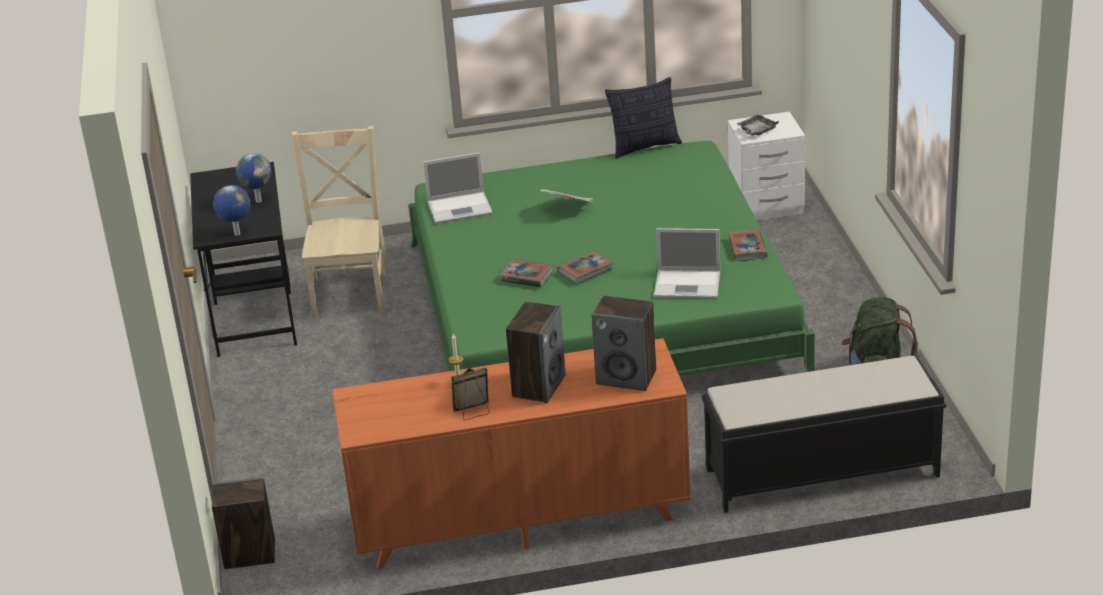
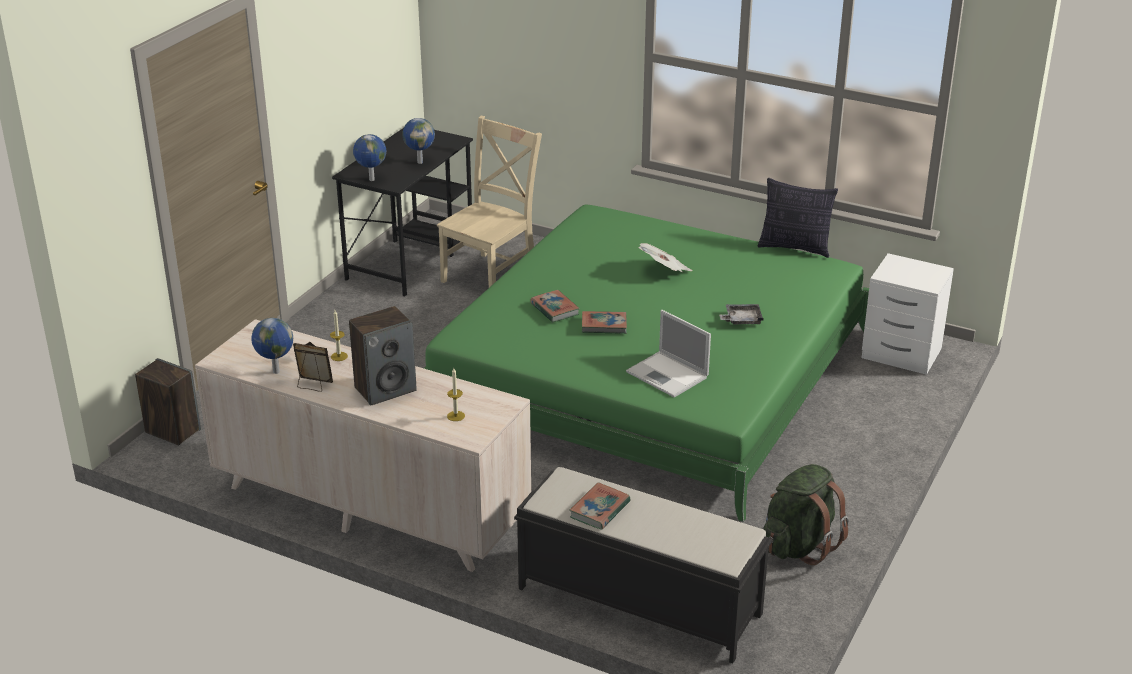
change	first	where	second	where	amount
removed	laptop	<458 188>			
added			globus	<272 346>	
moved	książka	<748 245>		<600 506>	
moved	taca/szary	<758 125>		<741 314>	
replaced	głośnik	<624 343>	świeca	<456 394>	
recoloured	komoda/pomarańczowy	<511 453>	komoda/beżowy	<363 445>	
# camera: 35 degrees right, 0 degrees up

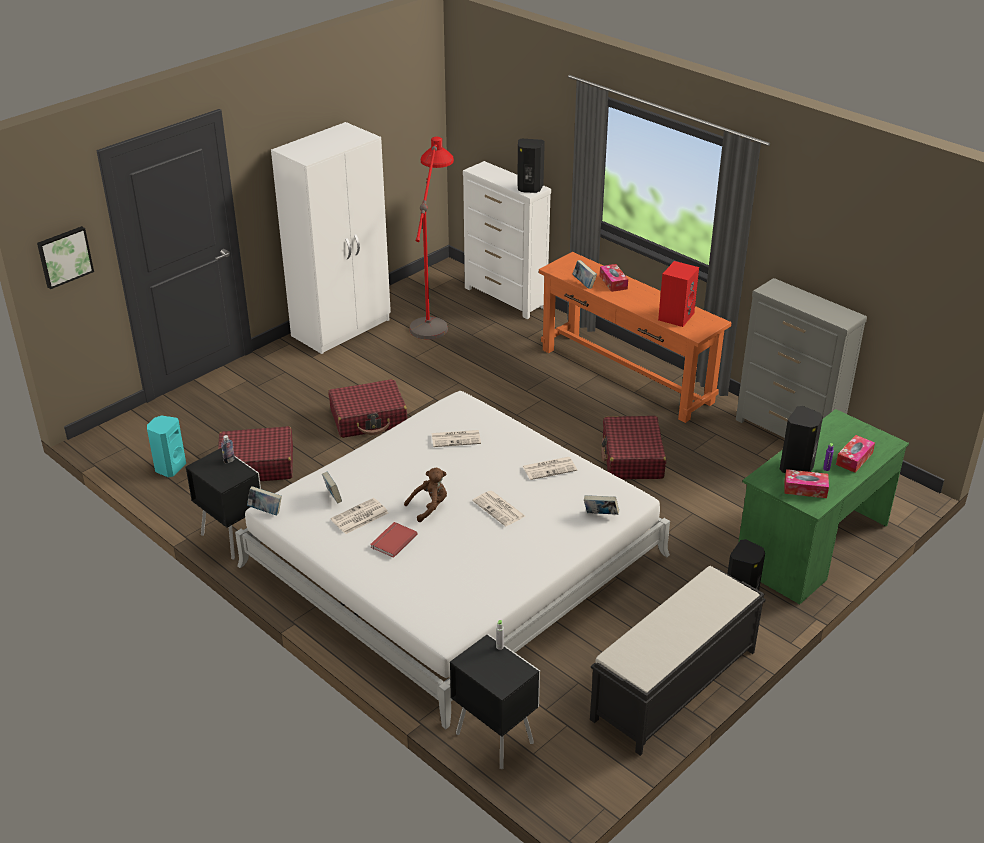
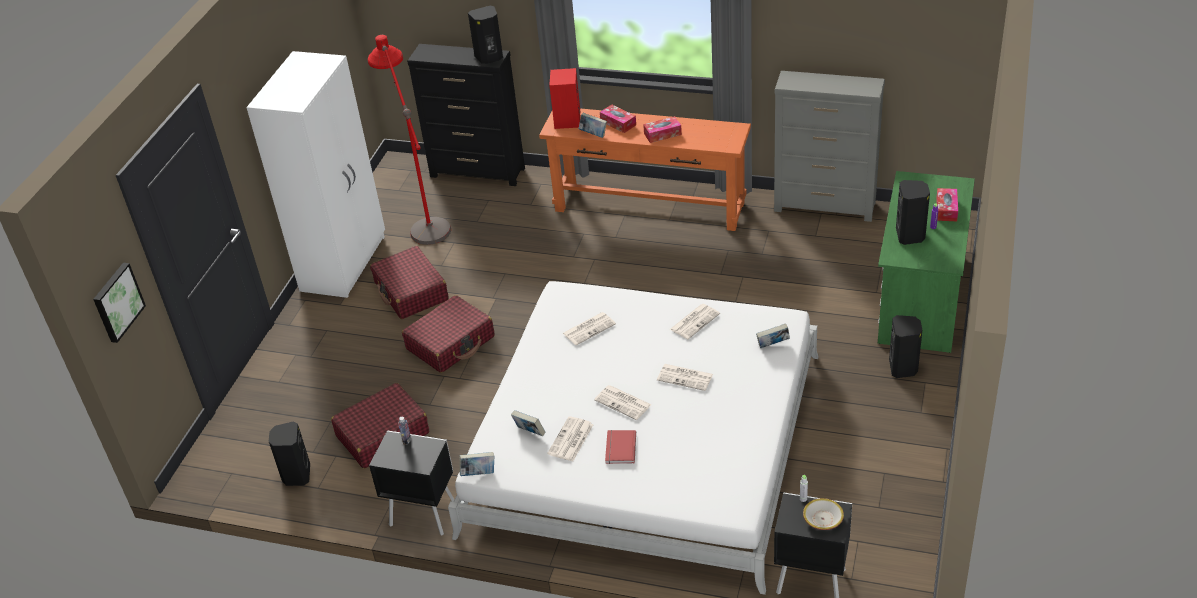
change	first	where	second	where	amount
removed	ławka/czarny	<678 661>			
added			miska	<823 514>	
moved	walizka/czerwony	<634 447>		<409 282>	
moved	głośnik/czerwony	<678 294>		<564 98>	
moved	pudełko chusteczek	<806 483>		<662 129>	
replaced	pluszak/brązowy	<425 495>	gazeta	<623 402>	
recoloured	głośnik/turkusowy	<166 446>	głośnik/czarny	<289 453>	
recoloured	komoda/biały	<507 240>	komoda/czarny	<466 115>	
# camera: 25 degrees left, 5 degrees up

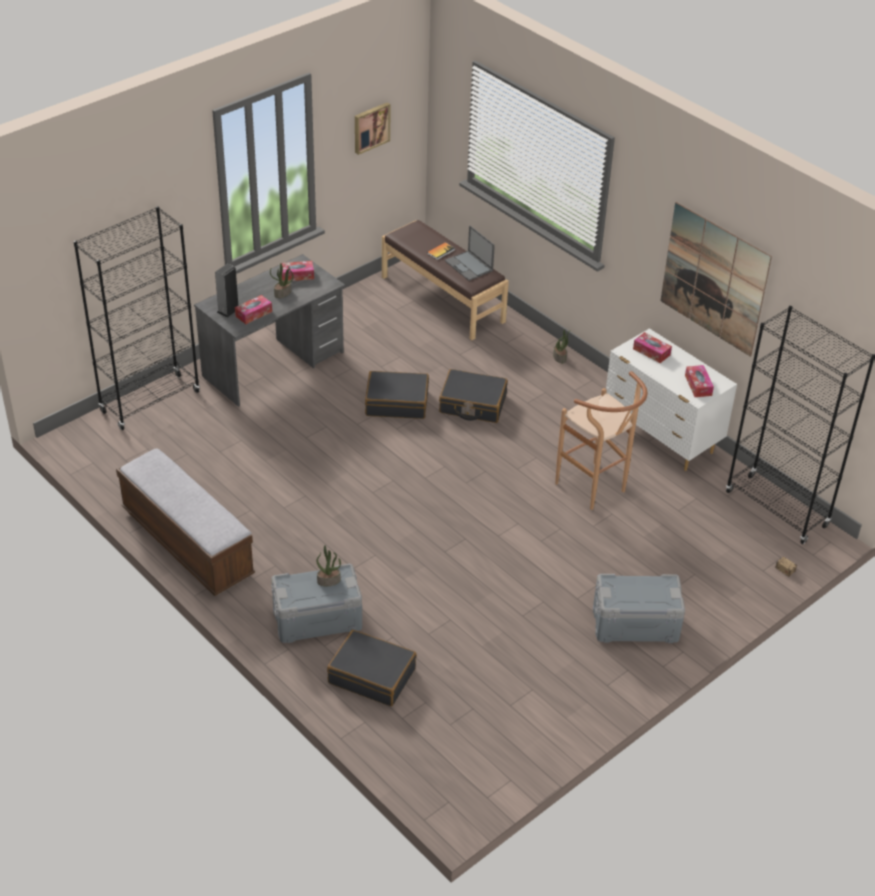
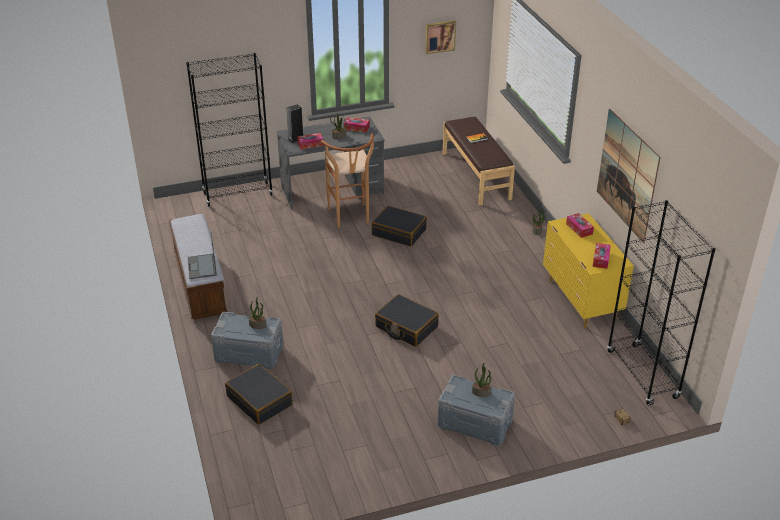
change	first	where	second	where	amount
added			roślina doniczkowa	<481 380>	
moved	walizka/czarny	<473 396>		<407 320>	
moved	laptop	<470 253>		<202 255>	
moved	stołek/brązowy	<601 440>		<347 180>	
recoloured	komoda/biały	<671 399>	komoda/żółty	<588 271>	
# camera: 25 degrees right, 5 degrees down

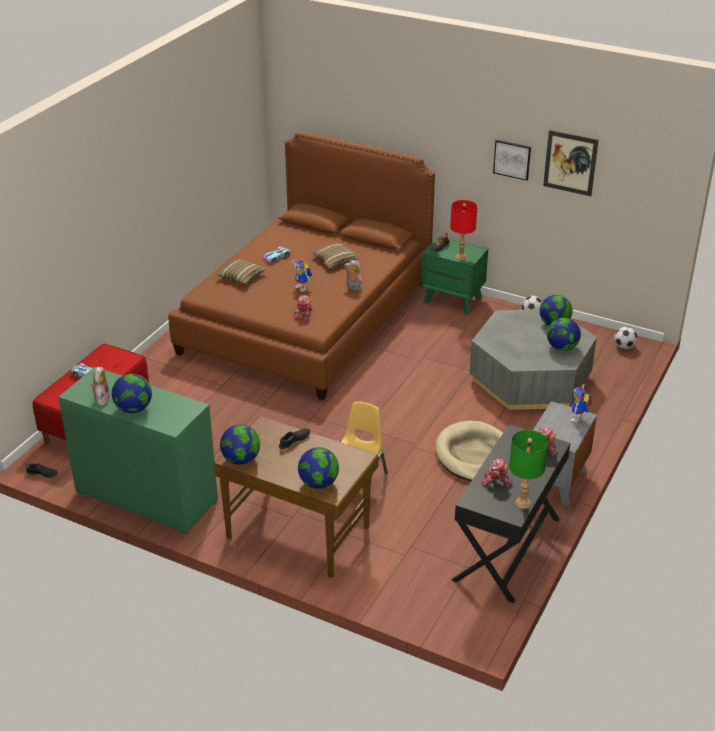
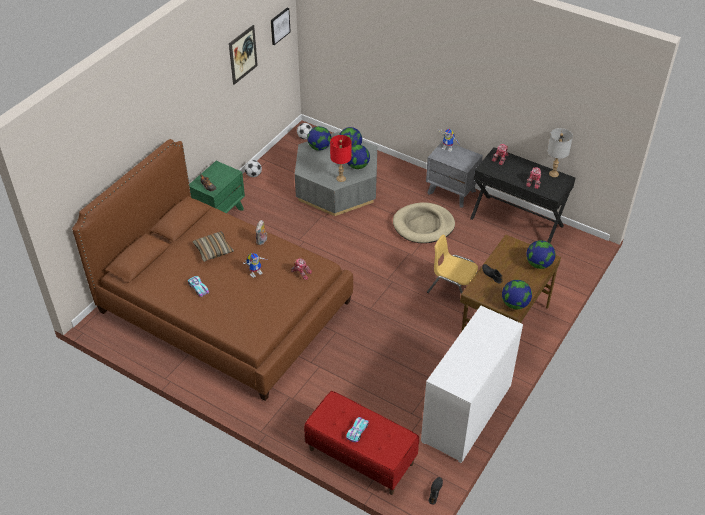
change	first	where	second	where	amount
removed	pluszak	<101 385>			
removed	poduszka	<241 271>			
moved	globus	<132 393>		<358 157>	
moved	lampa stołowa/czerwony	<463 230>		<340 158>	
moved	obraz	<512 160>		<281 26>	
recoloured	komoda/zielony	<138 451>	komoda/biały	<472 384>	
recoloured	lampa stołowa/zielony	<528 469>	lampa stołowa/szary	<560 152>	
# camera: 85 degrees left, 10 degrees up

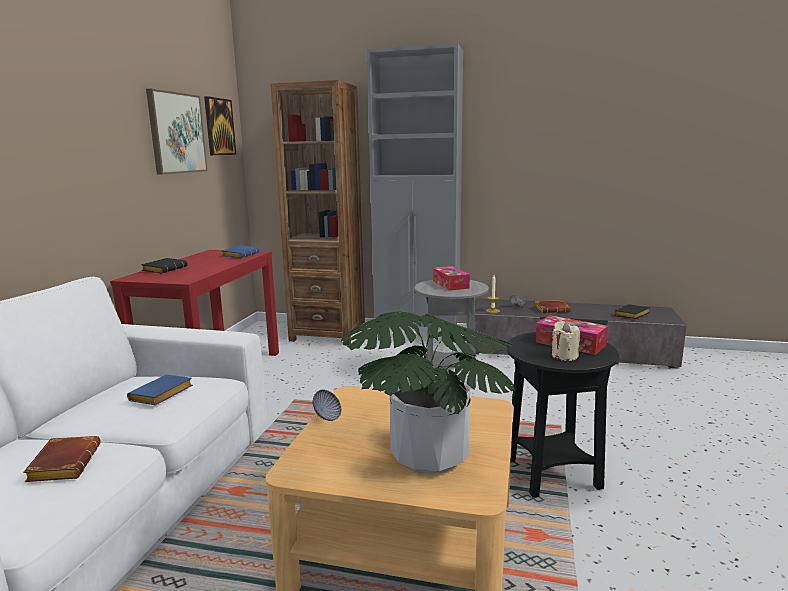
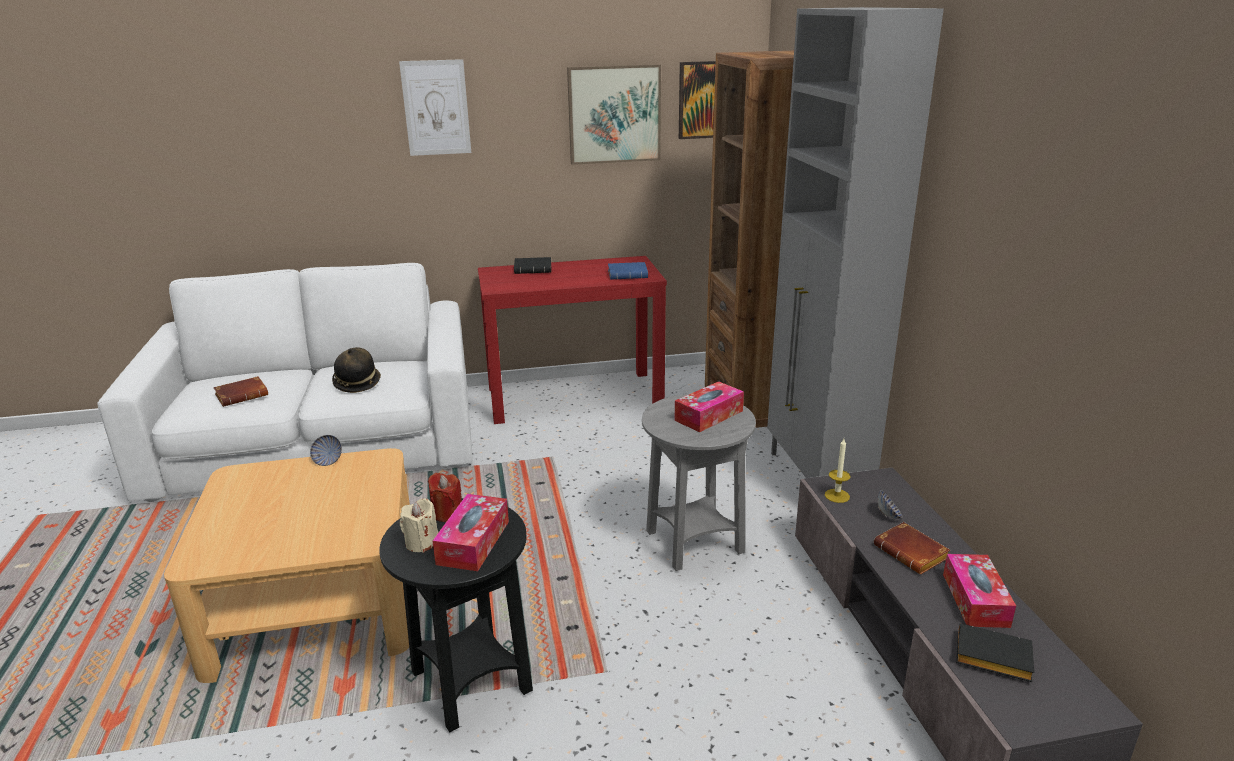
change	first	where	second	where	amount
removed	roślina doniczkowa	<428 392>			
added			obraz	<435 107>	
added			świeca/czerwony	<445 497>	
added			pudełko chusteczek	<979 591>	
replaced	książka/niebieski	<160 390>	kapelusz	<356 370>	
# camera: 65 degrees right, 10 degrees up

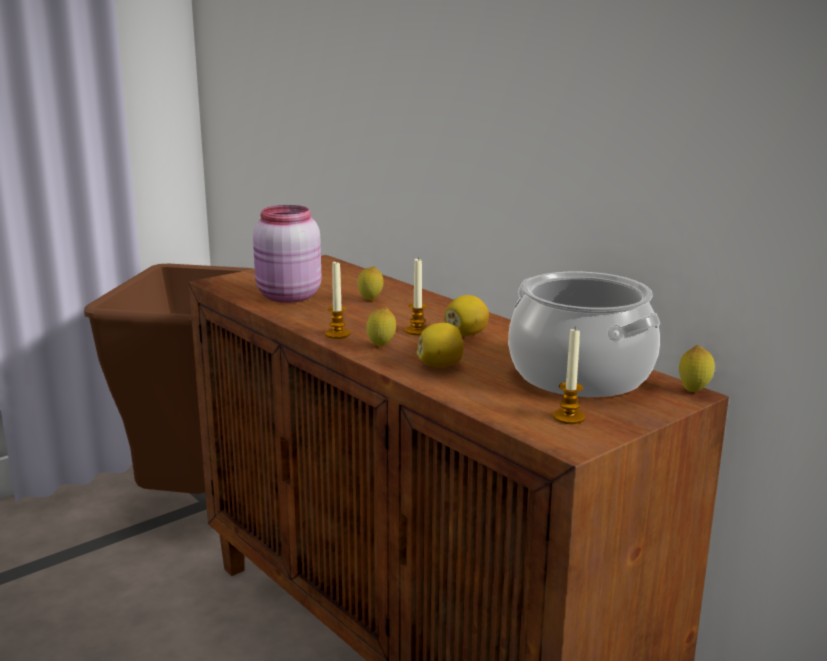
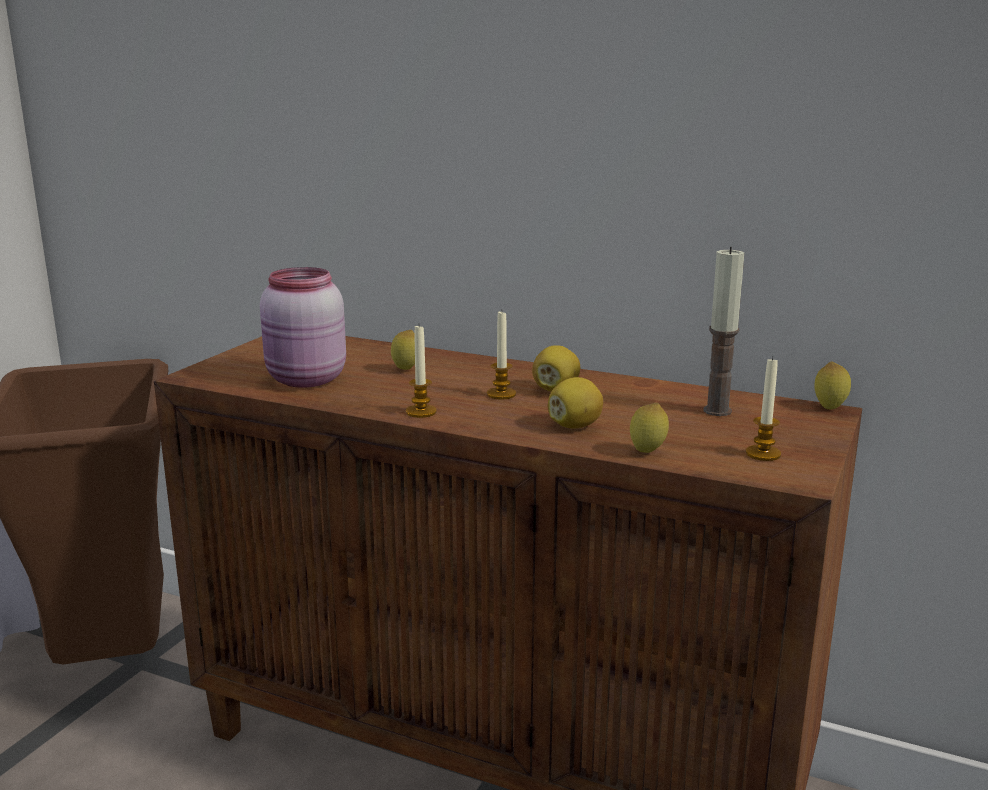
change	first	where	second	where	amount
moved	cytryna	<381 327>		<649 428>	
replaced	garnek	<584 334>	świeca	<724 331>	
# camera: 25 degrees left, 0 degrees up

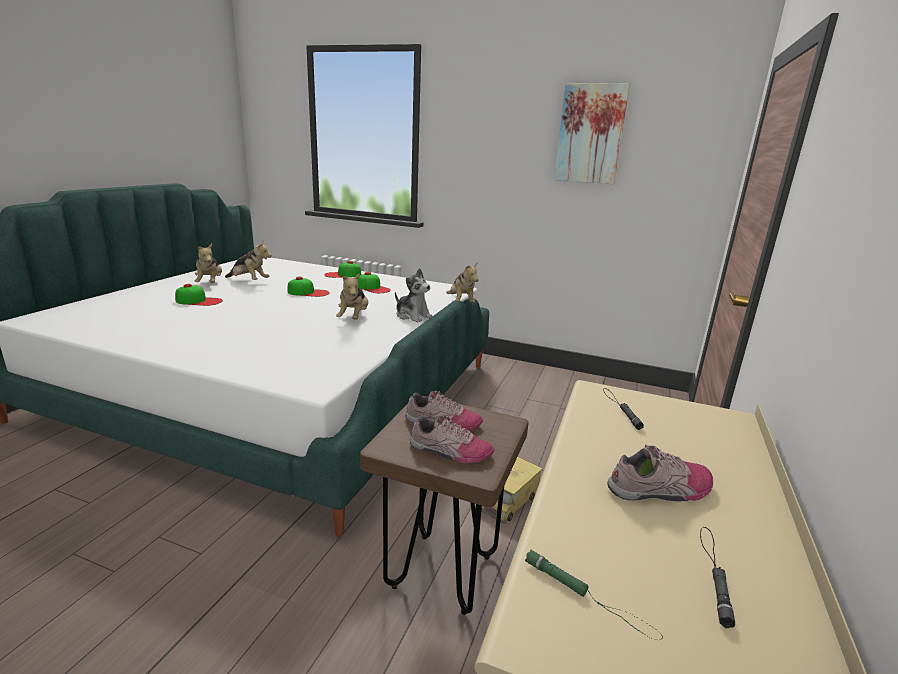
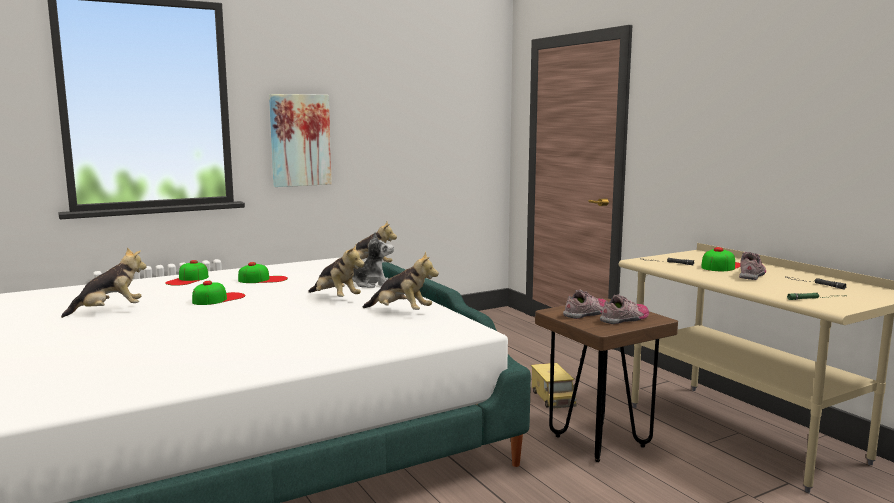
change	first	where	second	where	amount
moved	czapka z daszkiem	<199 295>		<720 259>	
moved	pluszak	<208 263>		<400 281>	
moved	obraz	<592 133>		<300 140>	
# camera: 50 degrees left, 10 degrees down

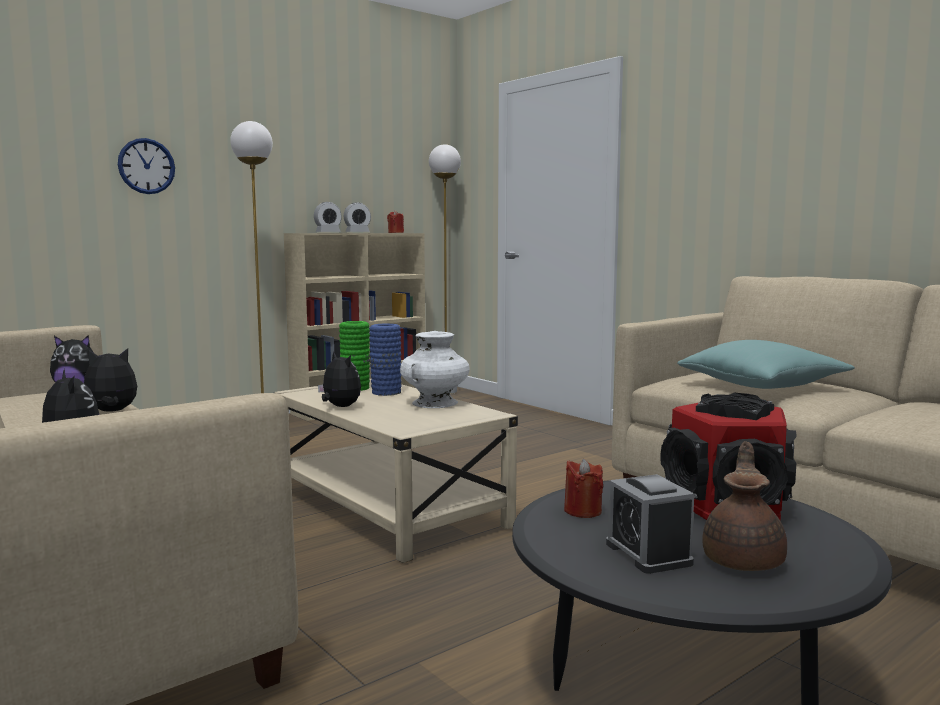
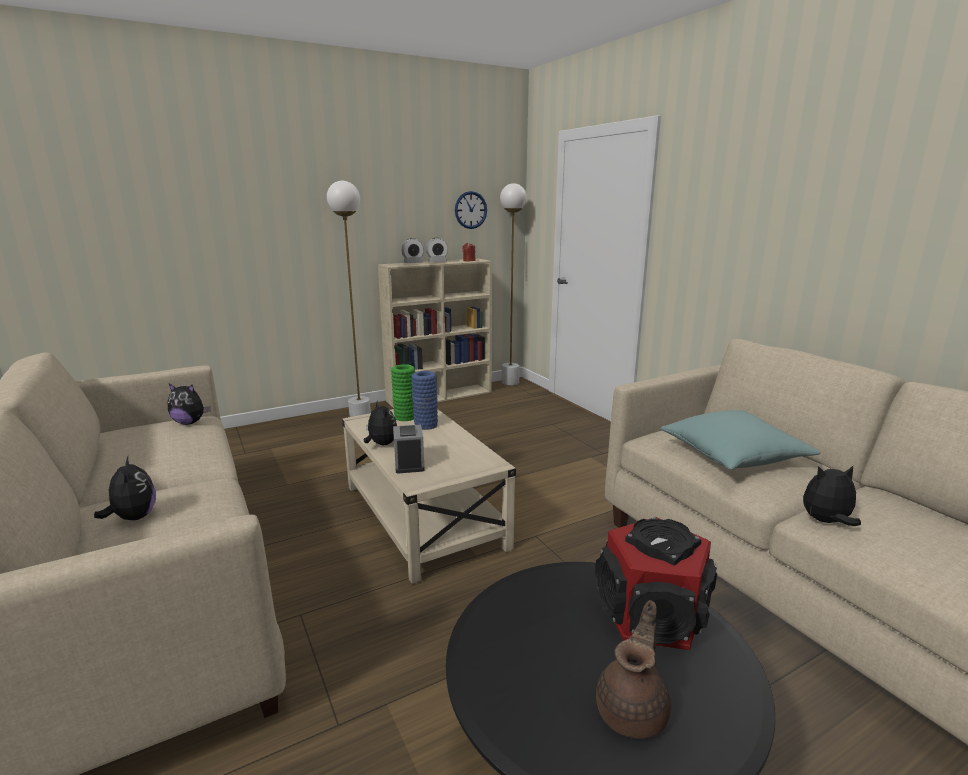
change	first	where	second	where	amount
removed	wazon/biały	<435 369>			
removed	świeca/czerwony	<583 488>			
moved	pluszak	<110 379>		<832 496>	
moved	zegar ścienny	<146 166>		<471 210>	
moved	budzik	<650 524>		<409 449>	
# camera: 10 degrees right, 10 degrees up

